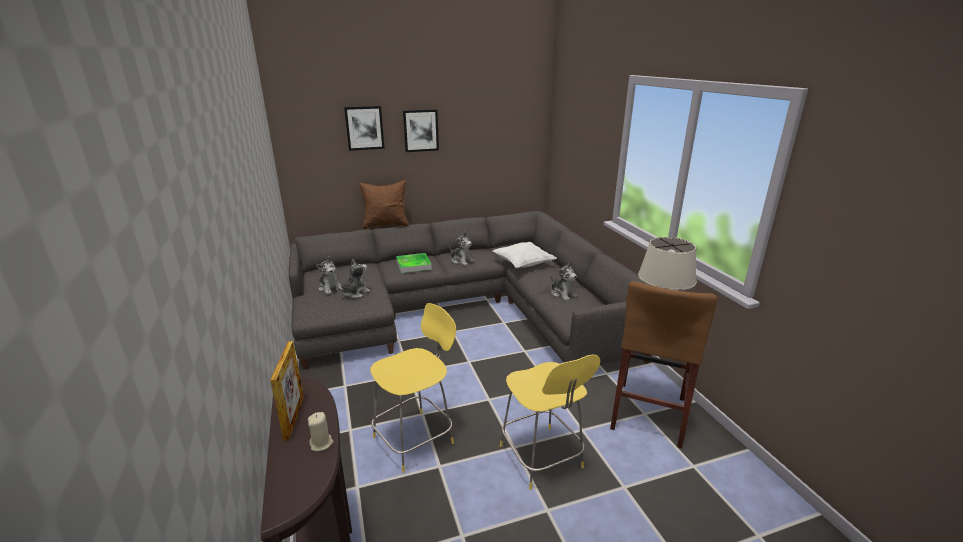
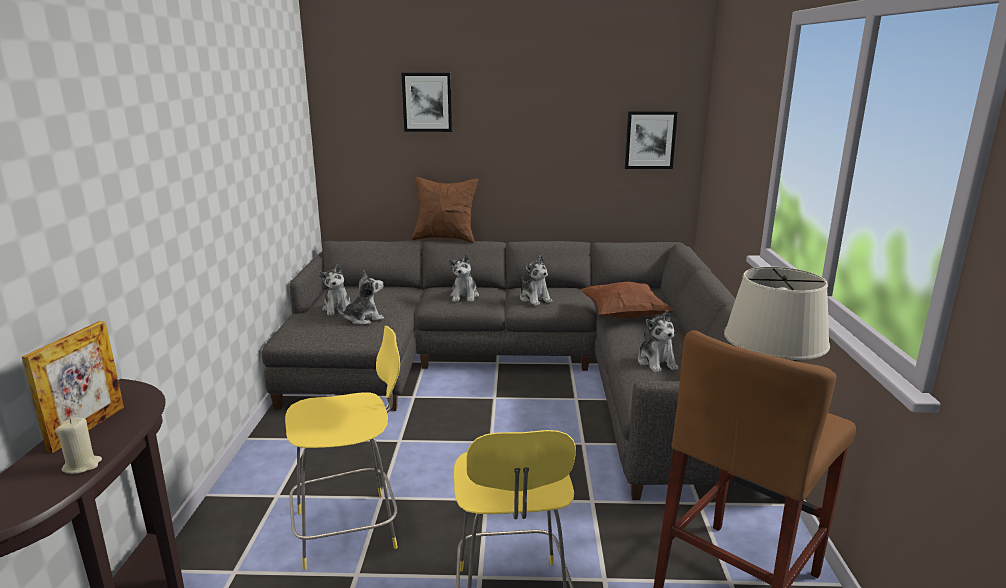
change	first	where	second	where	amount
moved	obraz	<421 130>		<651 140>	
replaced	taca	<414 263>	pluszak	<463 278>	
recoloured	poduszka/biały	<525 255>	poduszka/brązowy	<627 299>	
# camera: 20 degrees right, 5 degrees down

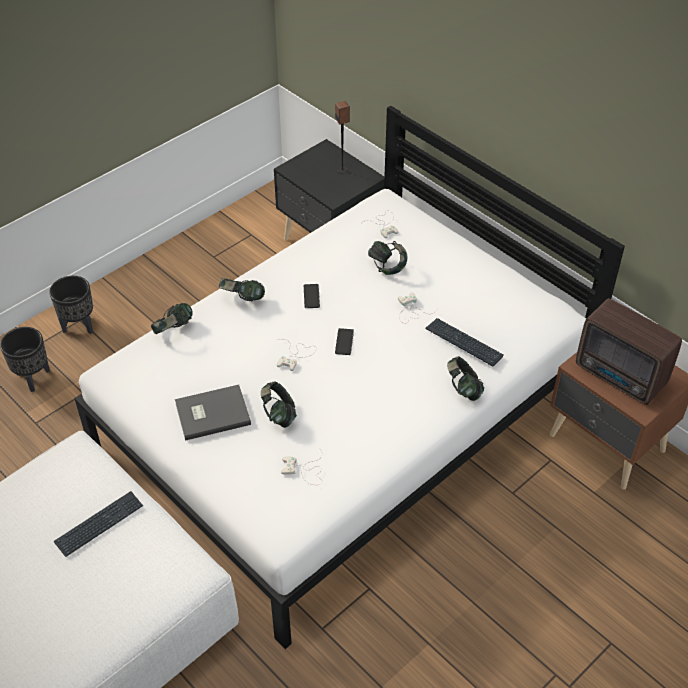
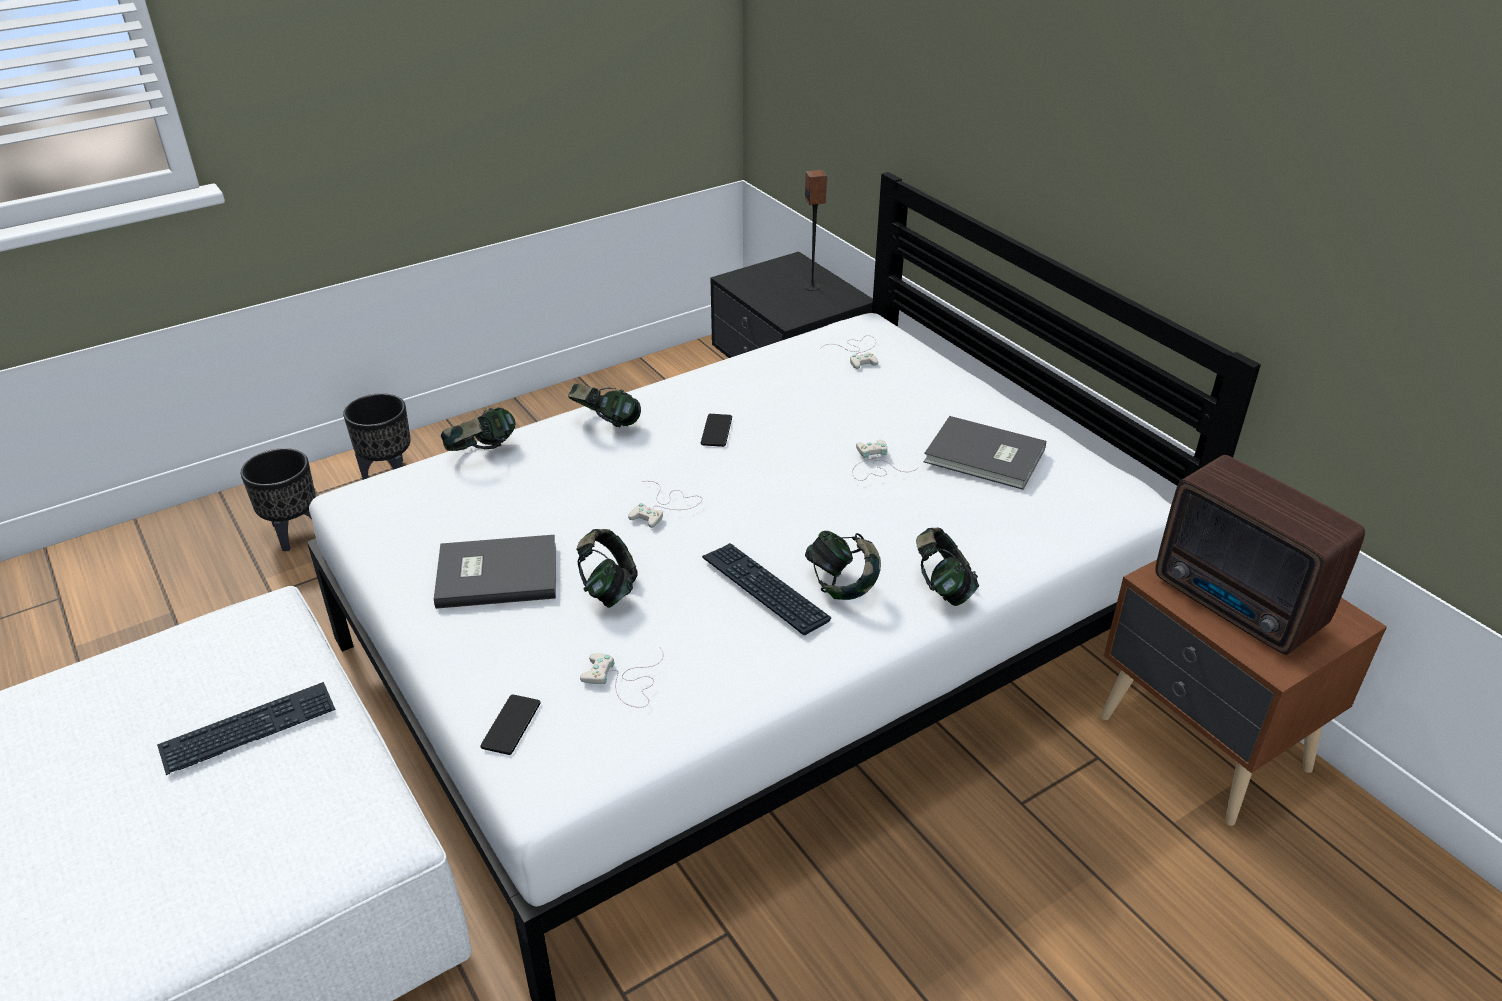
change	first	where	second	where	amount
added			książka/szary	<985 453>	
moved	telefon	<344 341>		<510 725>	
moved	słuchawki	<388 258>		<843 565>	
moved	klawiatura	<464 342>		<767 589>	
# camera: 10 degrees right, 10 degrees down

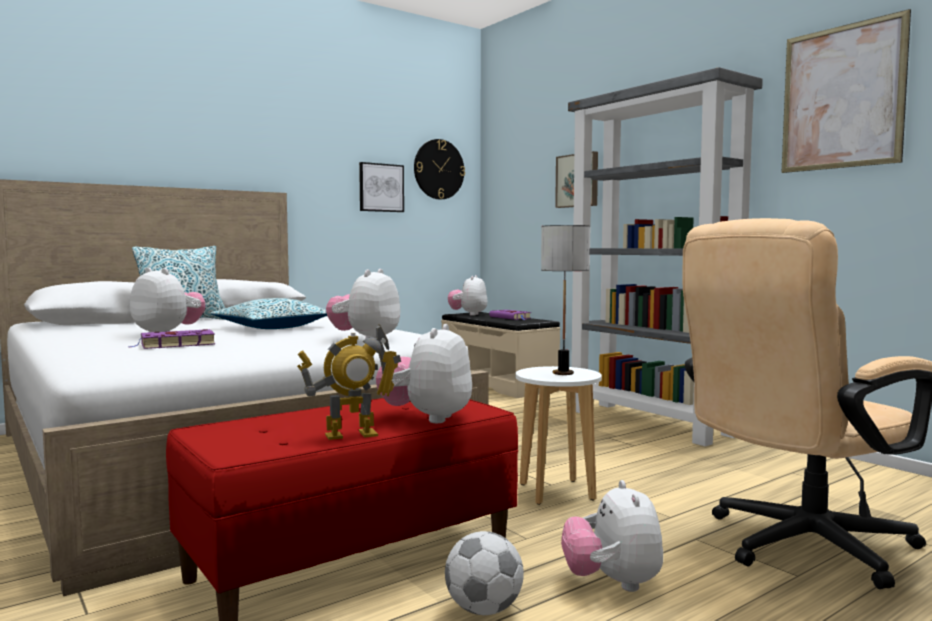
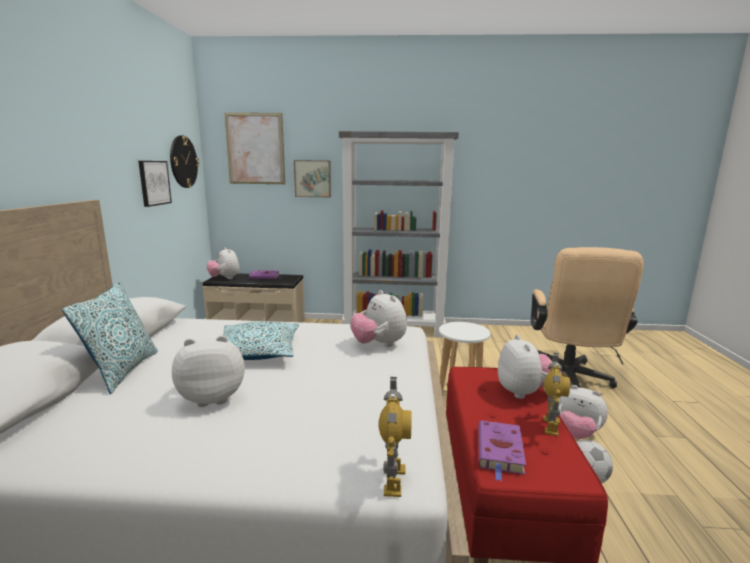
change	first	where	second	where	amount
removed	lampa stołowa	<565 300>			
added			robot zabawkowy	<395 437>	
moved	książka/fioletowy	<171 339>		<502 450>	
moved	obraz	<846 91>		<254 148>	
turned	pluszak	<424 373>		<529 366>	150 degrees counterclockwise
# camera: 50 degrees left, 10 degrees up

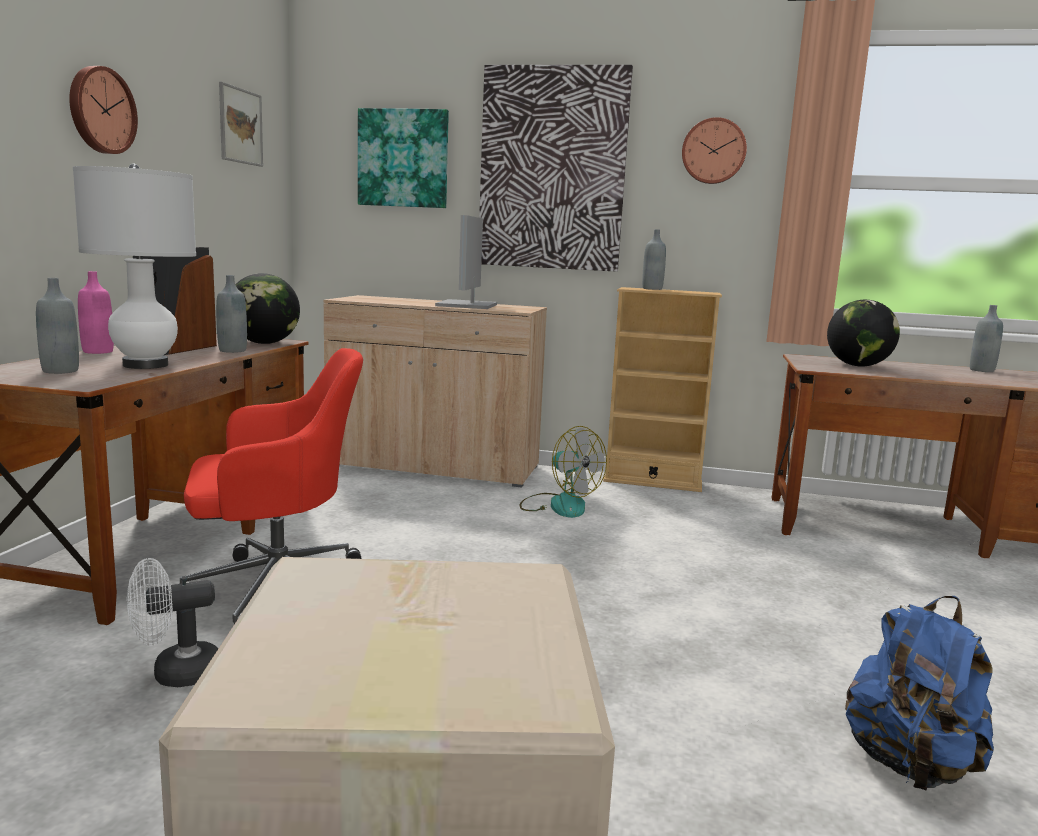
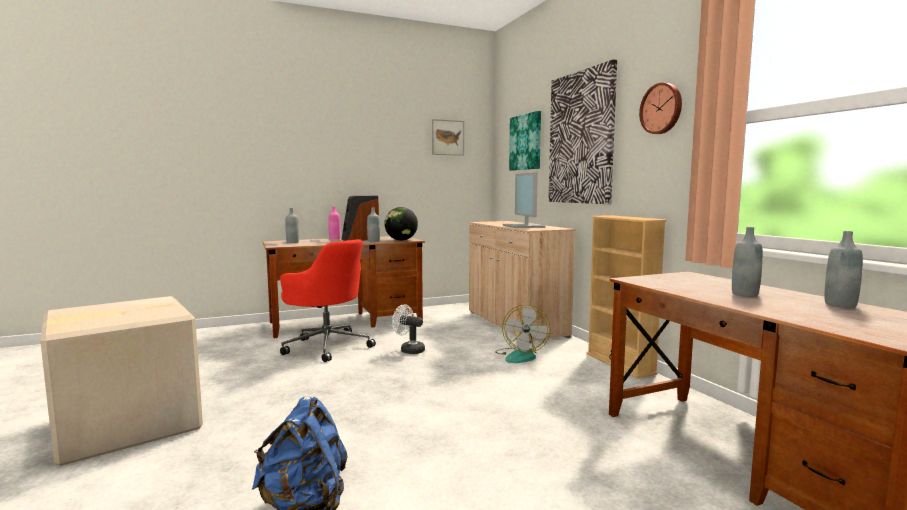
change	first	where	second	where	amount
removed	zegar ścienny	<103 110>			
removed	lampa stołowa/biały	<134 266>			
removed	globus	<863 333>			
moved	wentylator/biały	<172 622>		<408 329>	
moved	butelka/szary	<654 259>		<747 262>	
turned	monitor	<466 262>		<524 200>	75 degrees counterclockwise
# camera: 55 degrees right, 5 degrees down

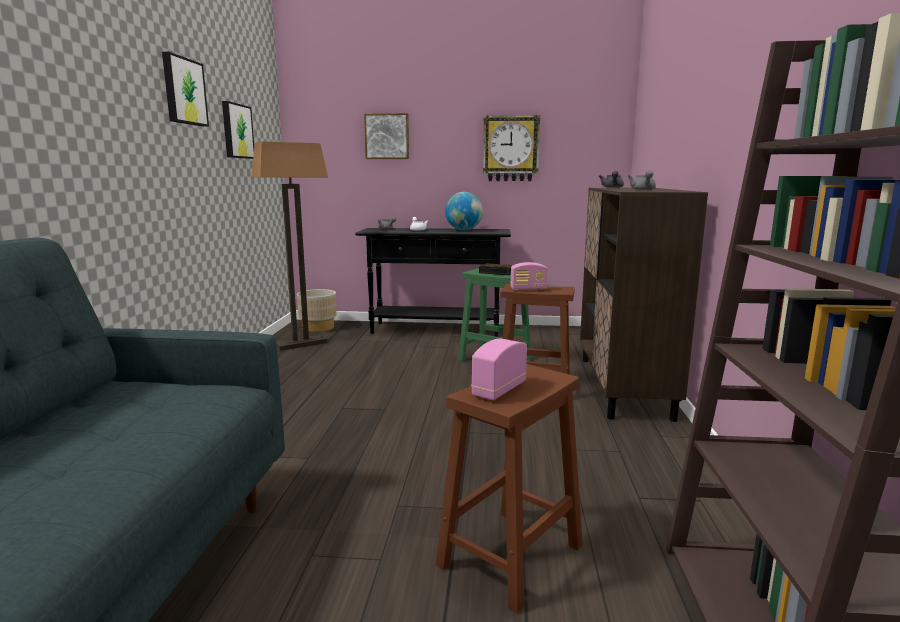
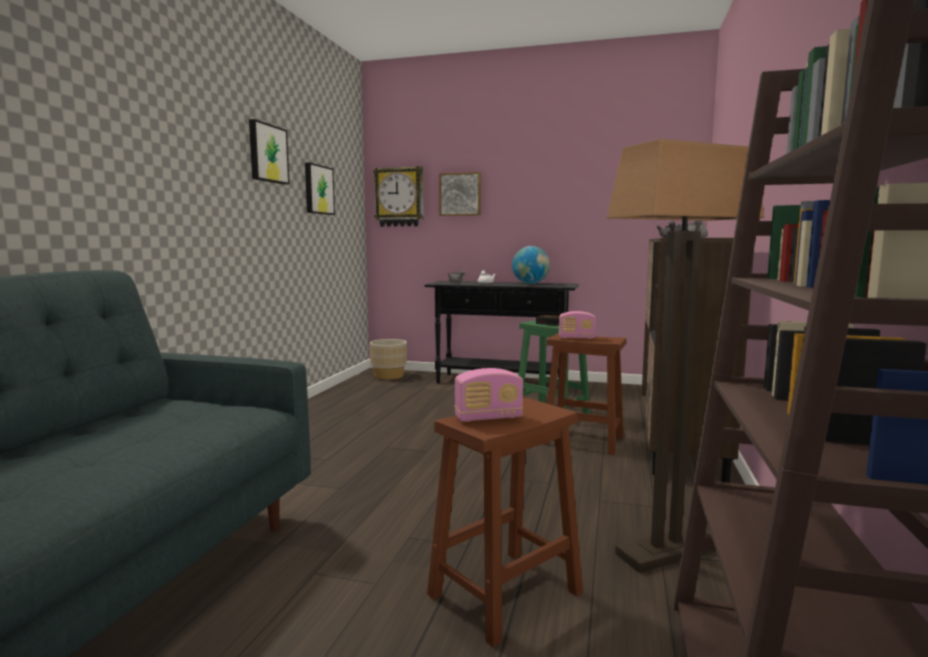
change	first	where	second	where	amount
moved	lampa stojąca	<289 246>		<685 356>	
moved	zegar ścienny	<511 148>		<398 196>	
turned	radio	<499 369>		<488 395>	150 degrees counterclockwise
# camera: 10 degrees right, 5 degrees down

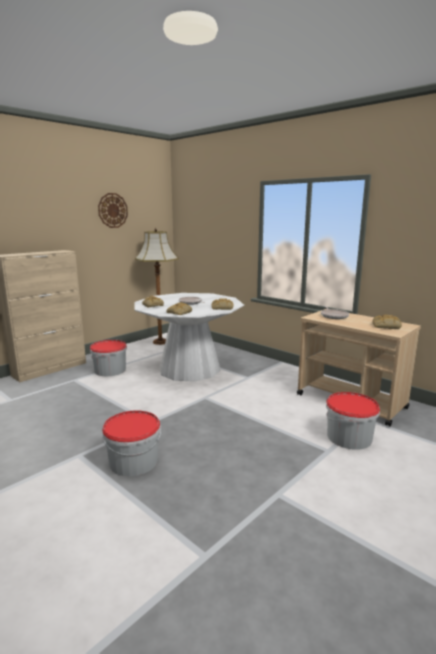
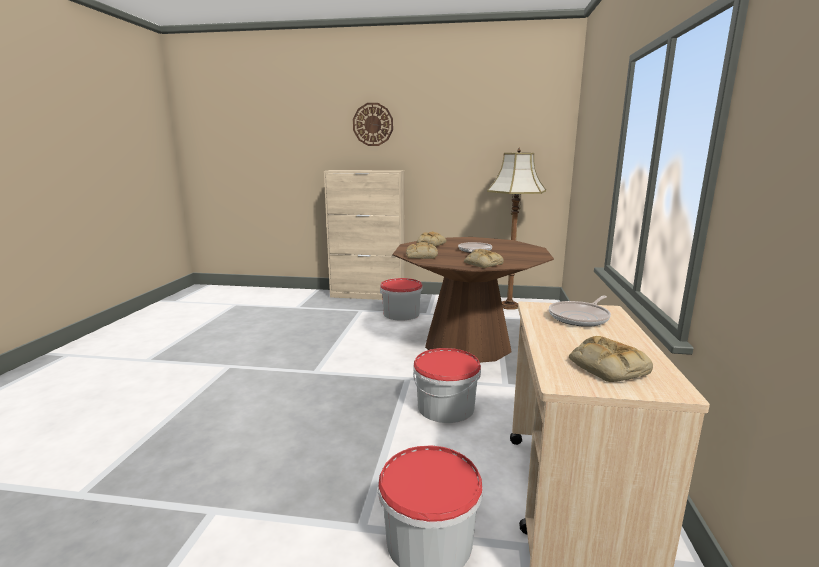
change	first	where	second	where	amount
moved	zegar ścienny	<113 210>		<373 124>	
moved	wiadro	<131 443>		<447 385>	
recoloured	stół jadalny/biały	<189 337>	stół jadalny/brązowy	<473 300>	
# camera: 55 degrees right, 0 degrees up

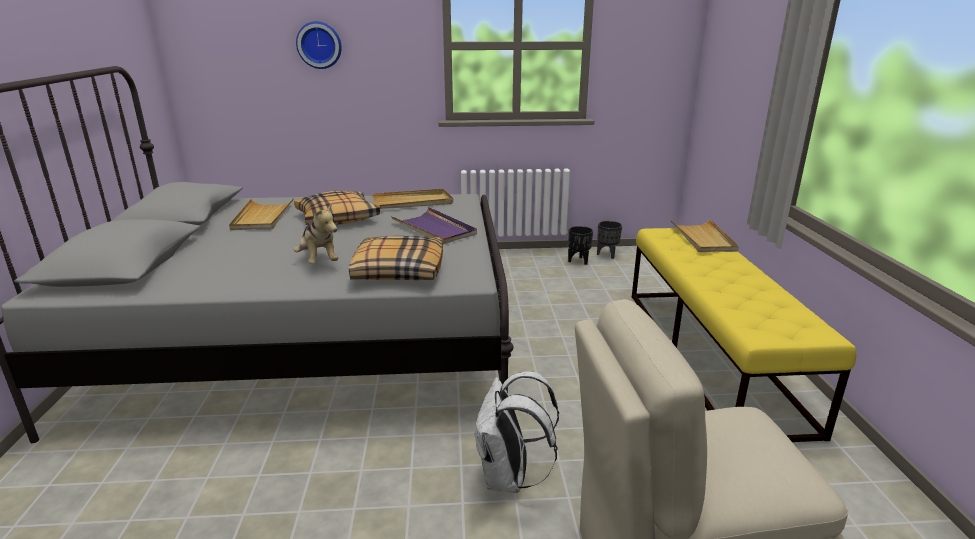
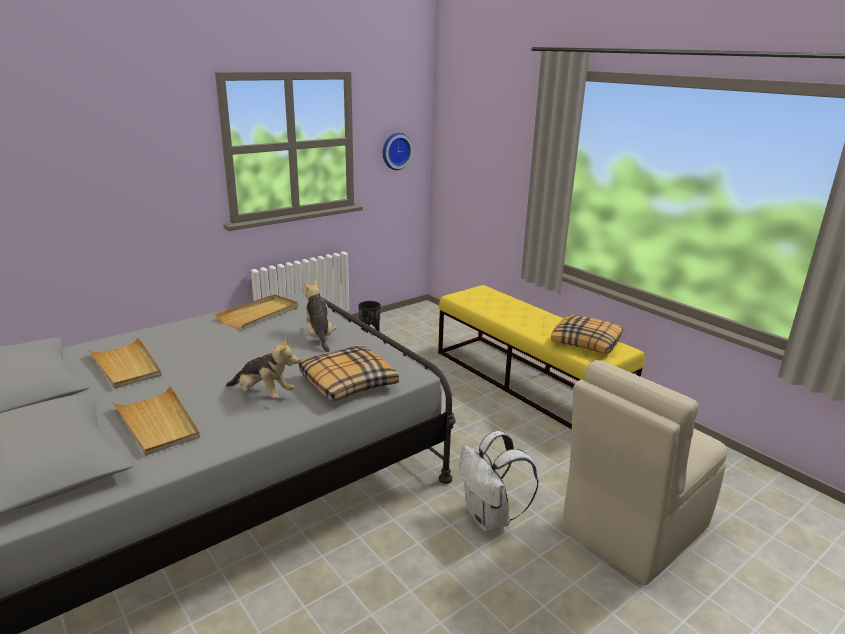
change	first	where	second	where	amount
removed	donica/czarny	<609 240>			
moved	poduszka	<337 208>		<587 334>	
moved	zegar ścienny	<319 45>		<398 151>	
moved	taca/beżowy	<704 235>		<156 420>	
replaced	taca/fioletowy	<434 226>	pluszak	<320 316>	
# camera: 35 degrees left, 0 degrees up

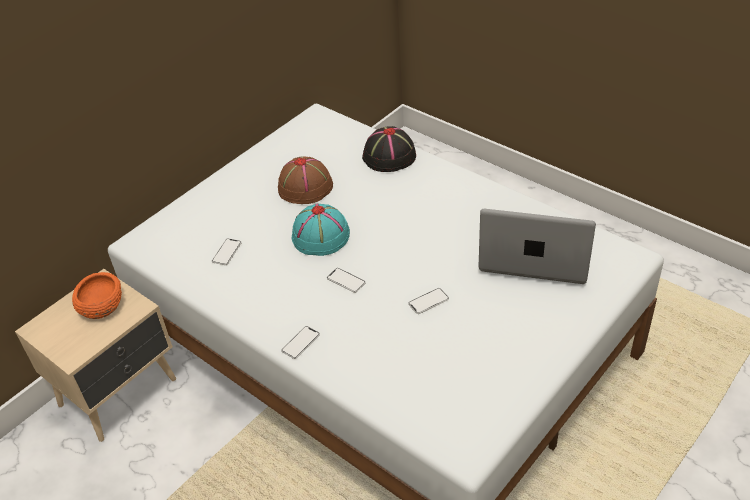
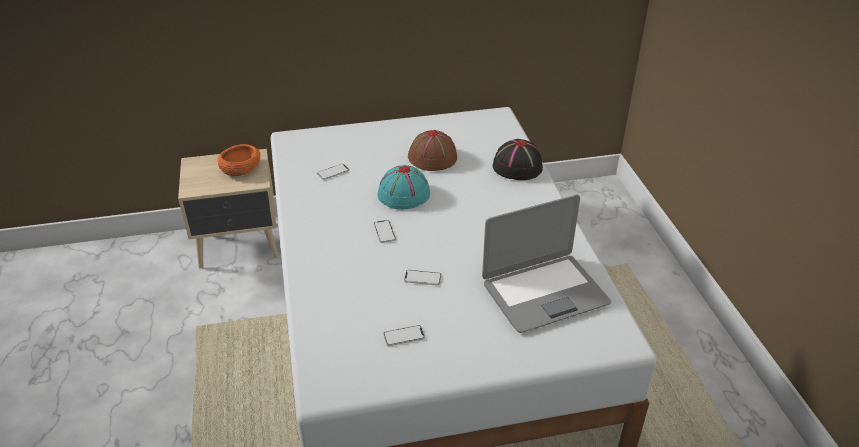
change	first	where	second	where	amount
moved	telefon	<300 342>		<404 335>	
turned	laptop	<537 246>		<546 264>	105 degrees clockwise
# camera: 35 degrees right, 5 degrees down

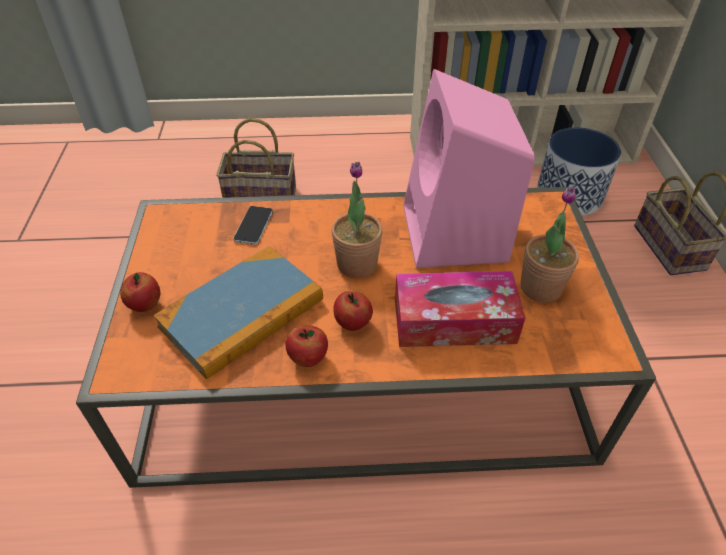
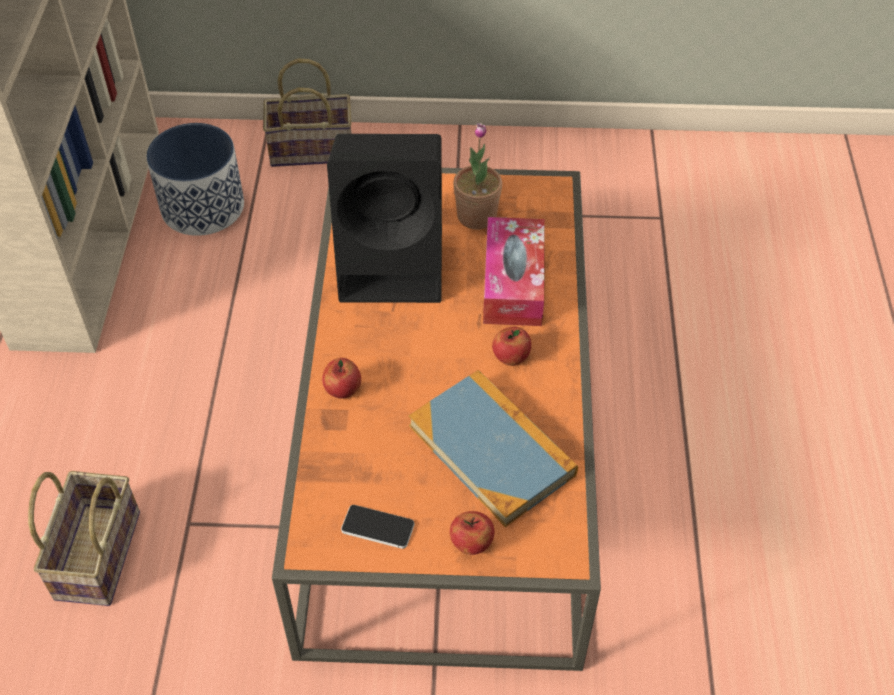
change	first	where	second	where	amount
removed	roślina doniczkowa	<356 220>			
moved	telefon	<253 225>		<378 527>	
moved	jabłko	<306 346>		<341 378>	
recoloured	głośnik/różowy	<469 168>	głośnik/czarny	<384 218>	
# camera: 85 degrees left, 5 degrees up

